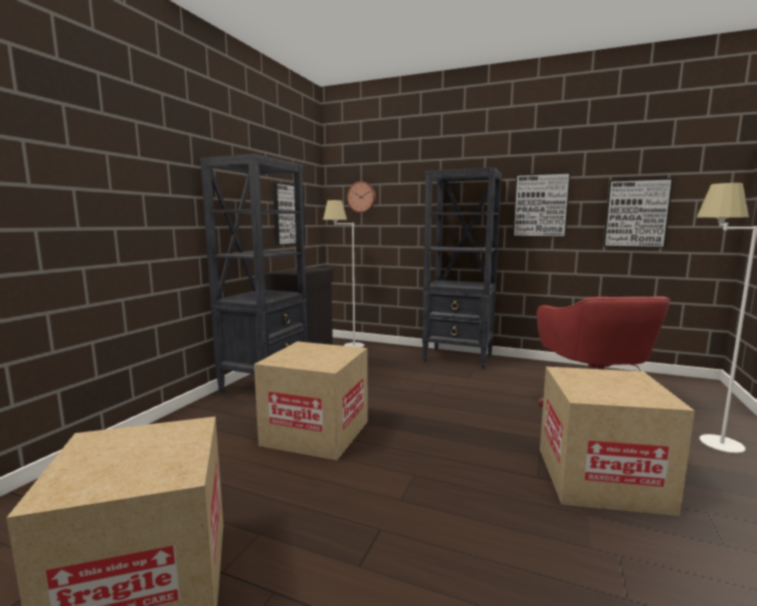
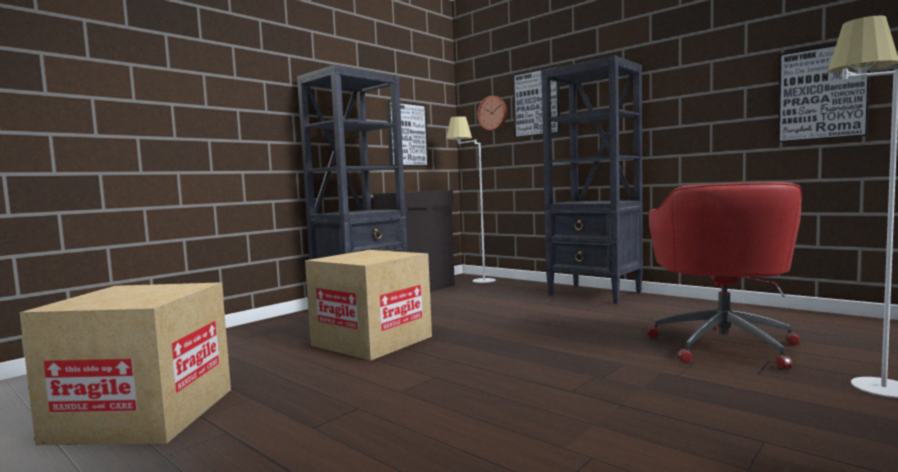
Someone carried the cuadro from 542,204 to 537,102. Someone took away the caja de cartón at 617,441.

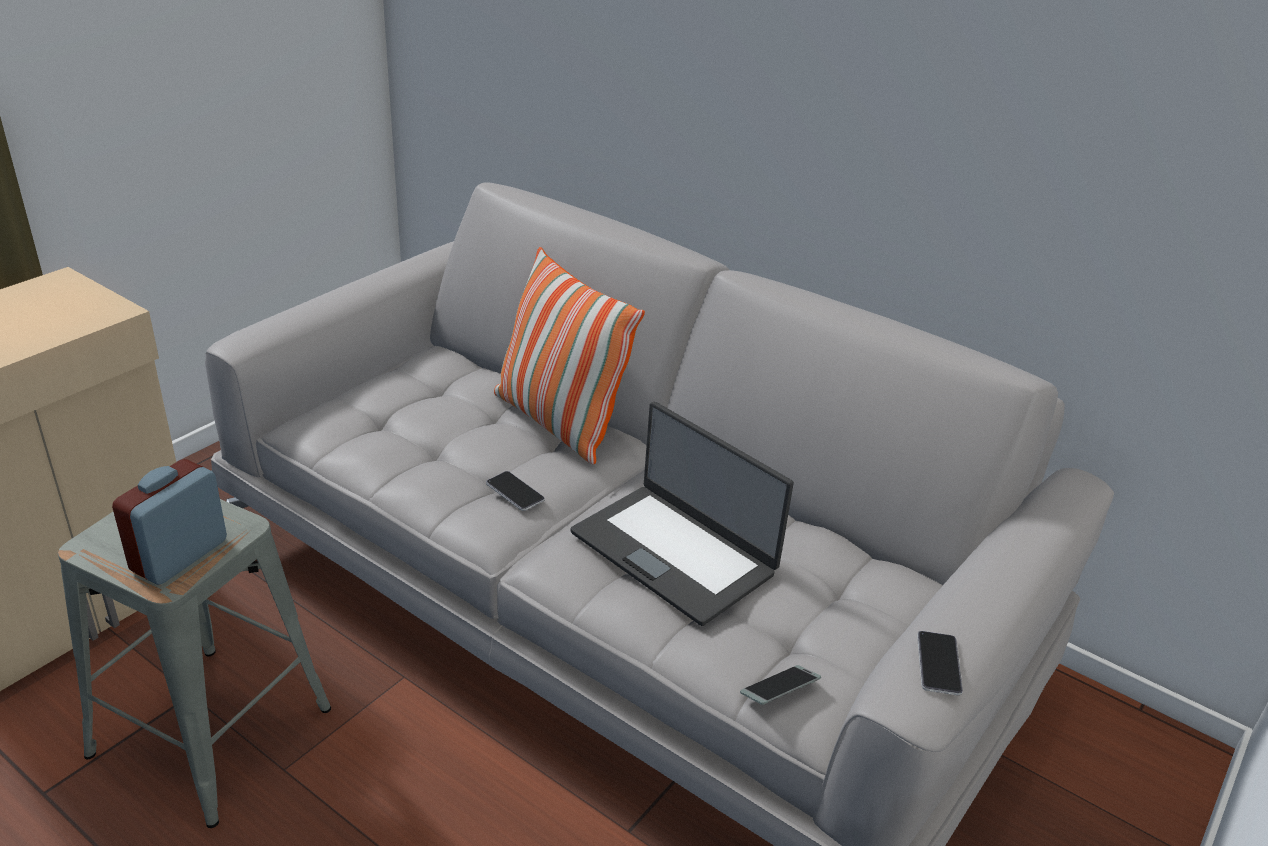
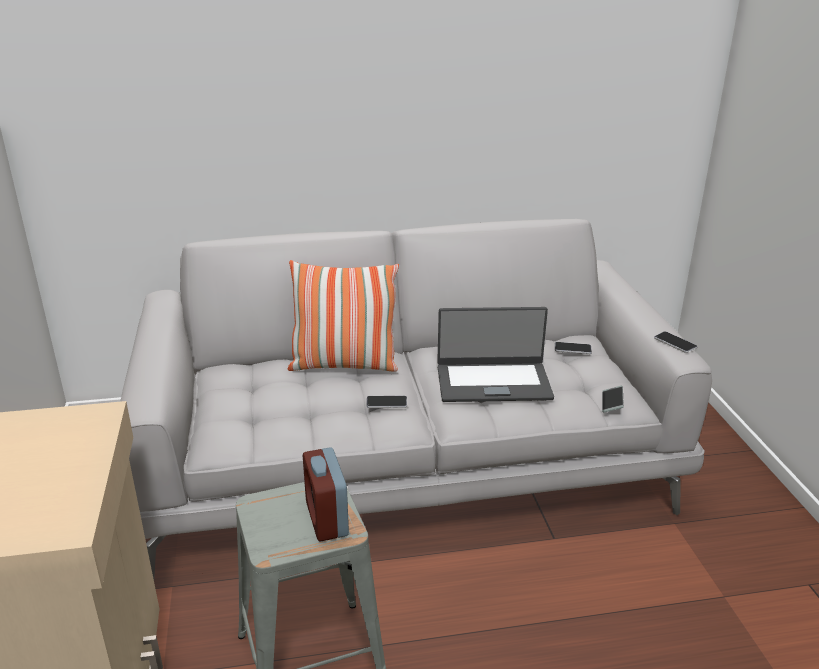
Someone put down the móvil at 573,348.

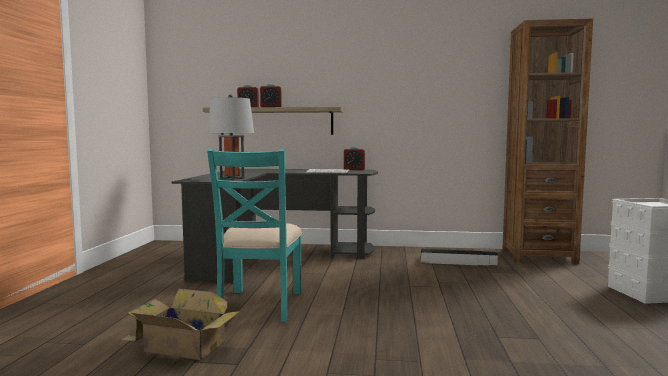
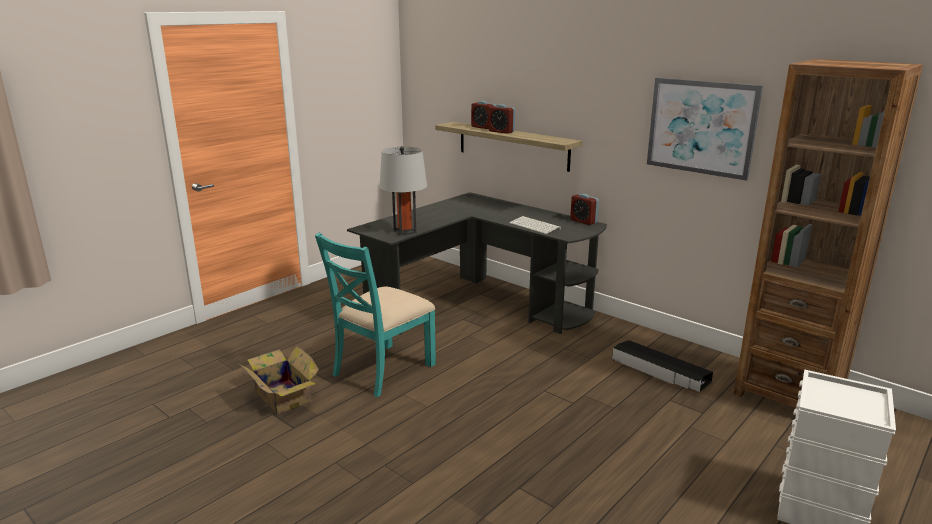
Someone put up the cuadro at 705,129.

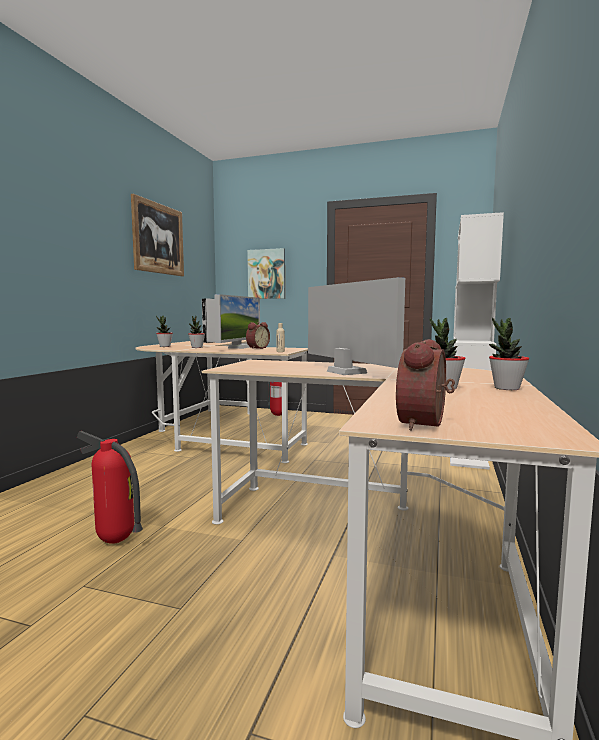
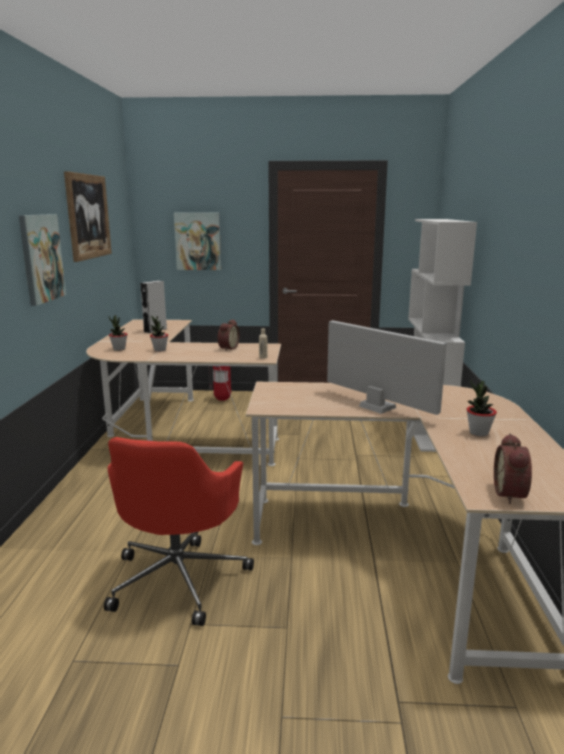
Someone put up the cuadro at 42,260. Someone swapped the extintor at 109,487 for the silla de oficina/rojo at 179,531. Someone took away the monitor at 237,321. Someone took away the planta en maceta at 509,354.

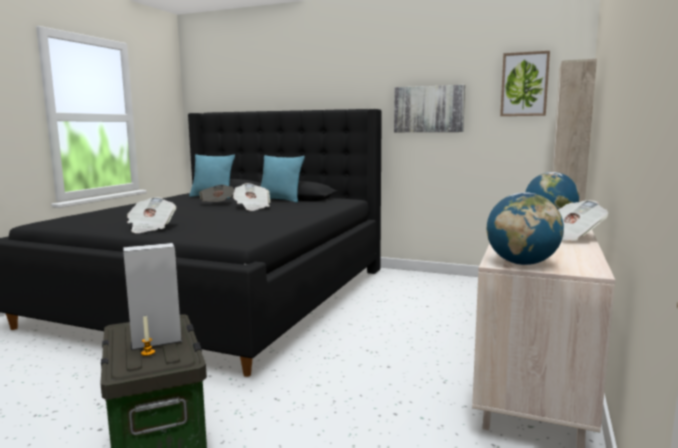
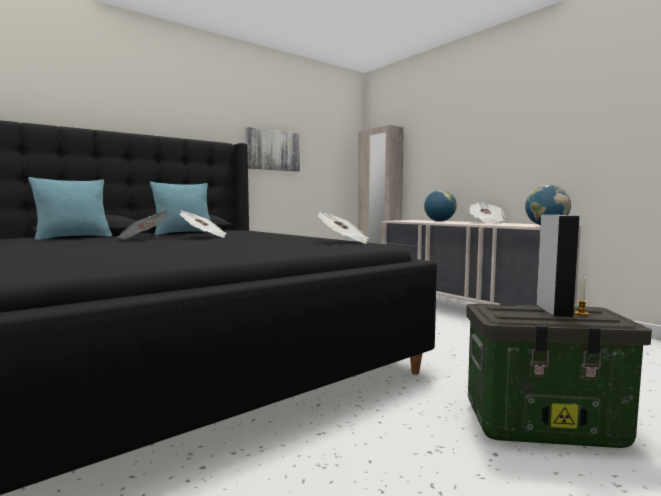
Someone carried the periódico from 151,215 to 343,227. Someone took away the cuadro at 525,83.

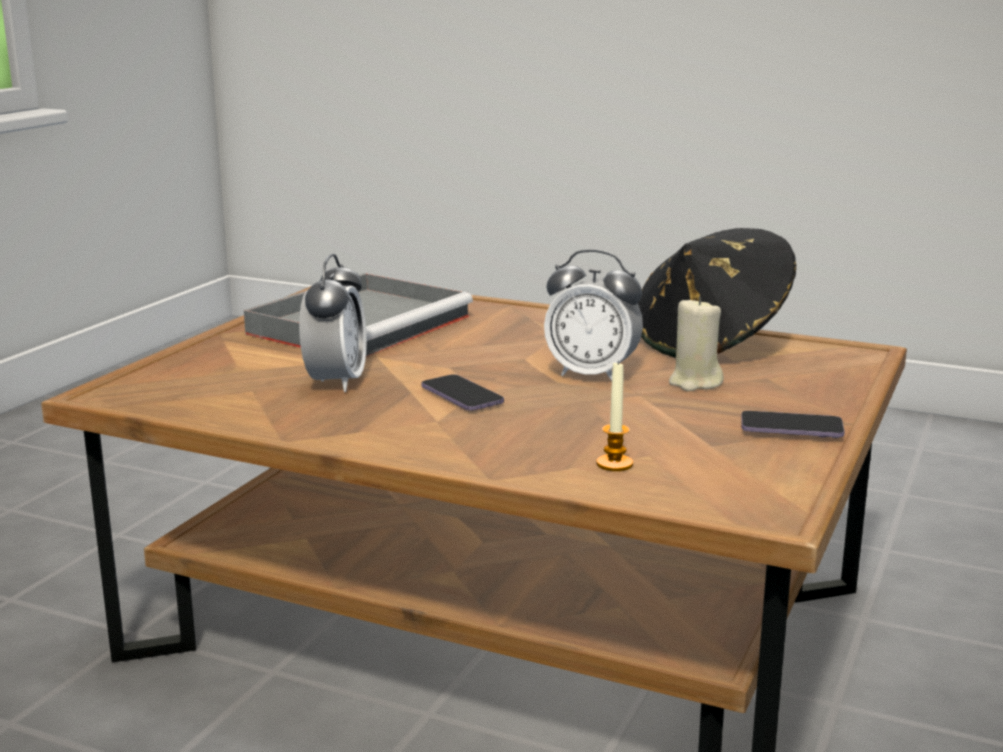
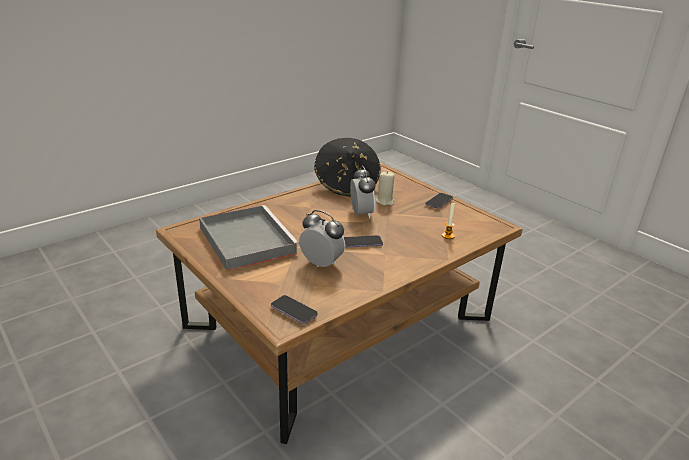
Someone put down the móvil at 294,309. Someone rotated the despertador at 593,315 by 60 degrees counterclockwise.

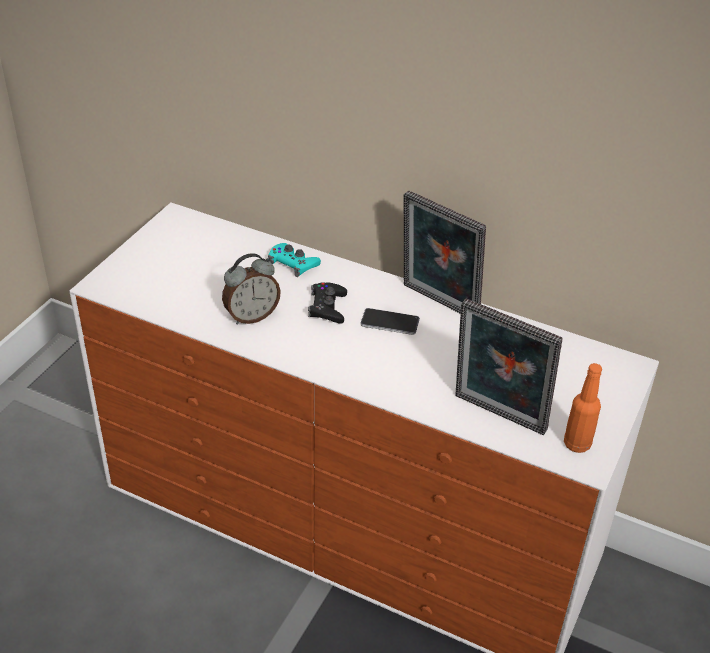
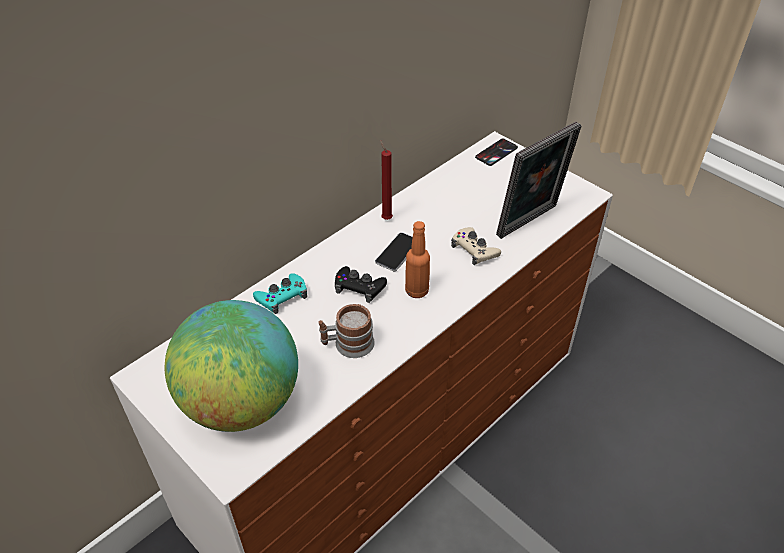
Someone put down the globo terráqueo at 231,366. Someone swapped the despertador at 251,289 for the taza grande at 346,331. Someone swapped the portarretratos at 445,252 for the vela/rojo at 386,180. Someone carried the botella/naranja from 583,408 to 417,259. Someone put down the mando de consola/beis at 476,246. Someone put down the móvil at 496,152.

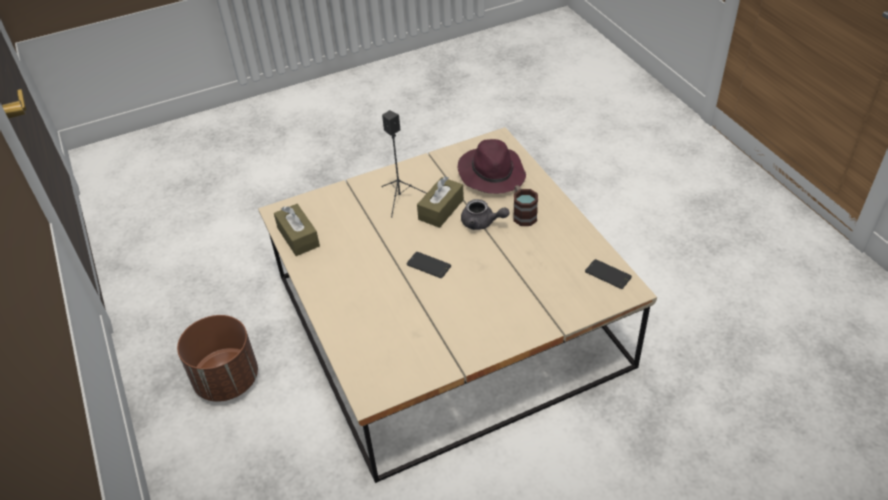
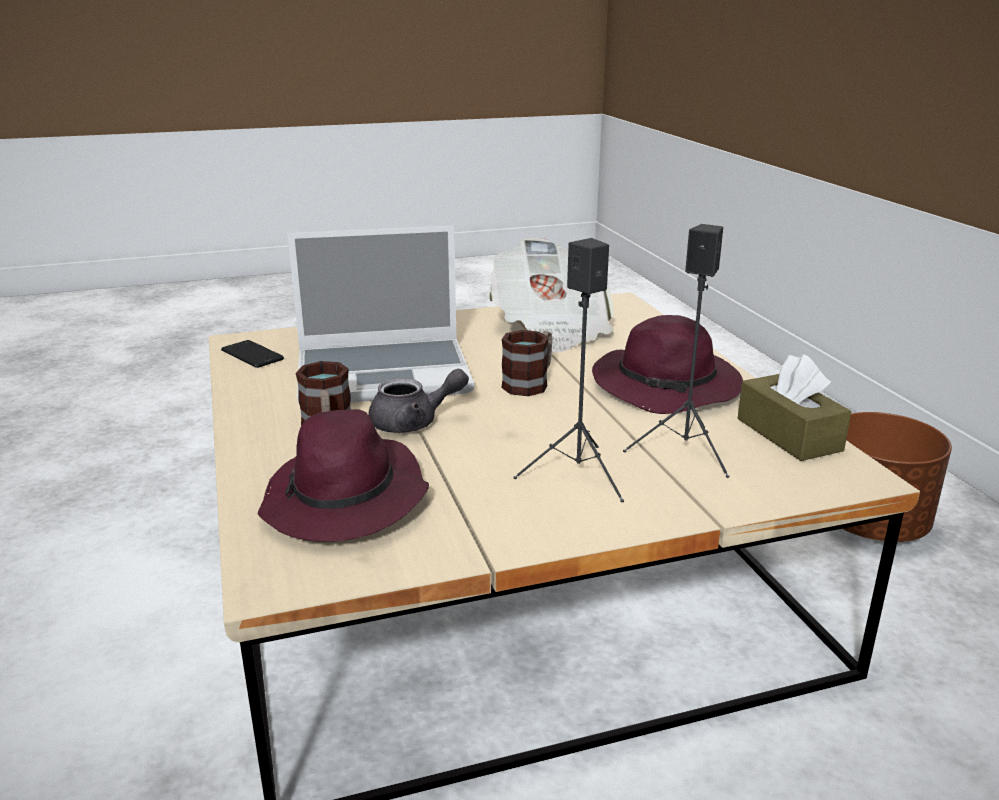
Someone put down the portátil at 381,314. Someone rotated the tetera/gris at 485,214 by 135 degrees clockwise. Someone put down the periódico at 551,295. Someone swapped the móvil at 429,265 for the taza grande at 527,363. Someone put down the sombrero/morado at 667,364. Someone put down the altavoz/negro at 676,351. Someone took away the caja de pañuelos/marrón at 440,202.

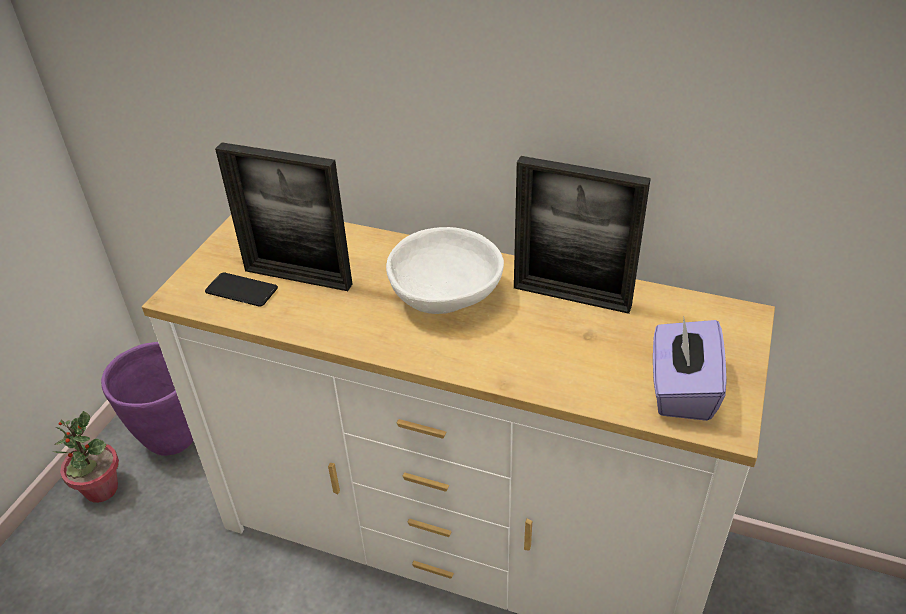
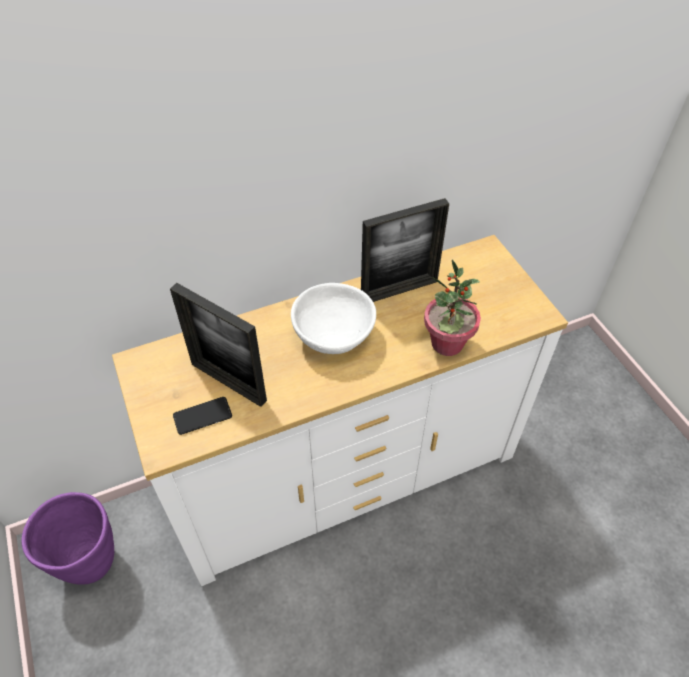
Someone rotated the portarretratos at 283,216 by 60 degrees clockwise. Someone carried the planta en maceta from 85,457 to 452,308. Someone took away the caja de pañuelos/morado at 690,369.

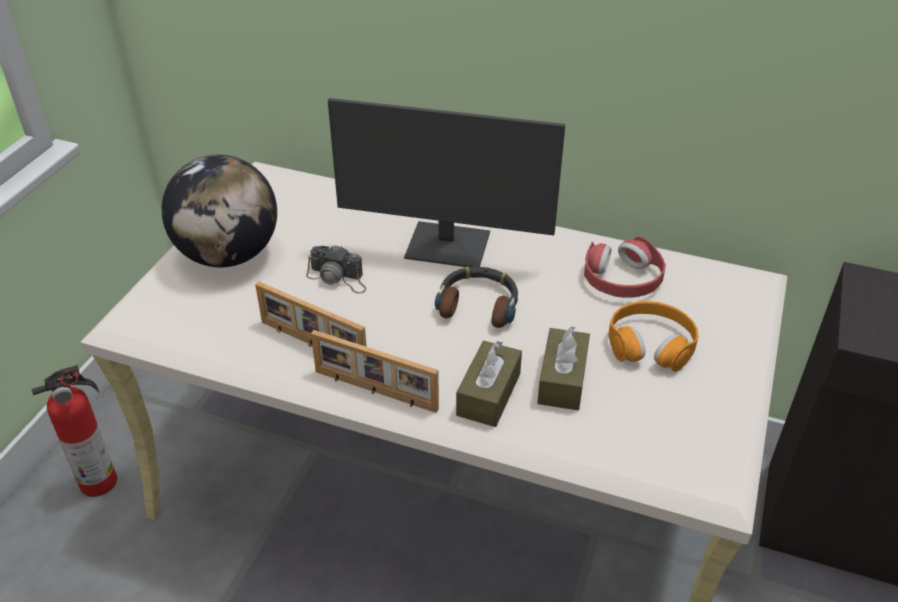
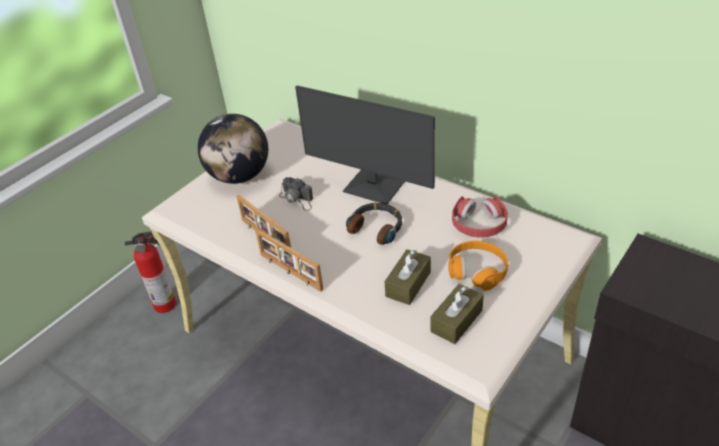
Someone carried the caja de pañuelos/marrón from 489,384 to 457,314.

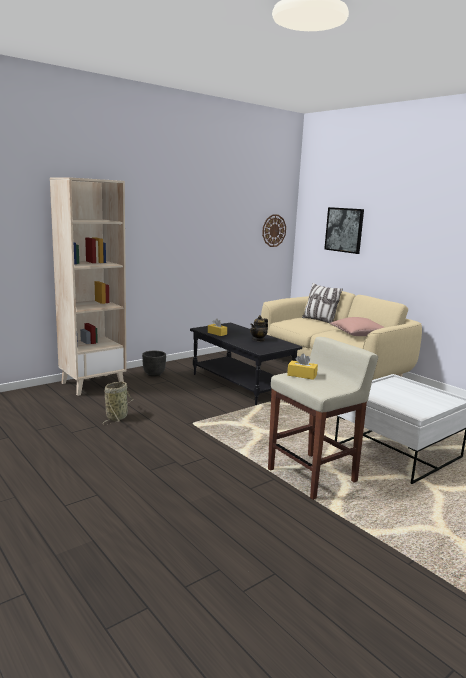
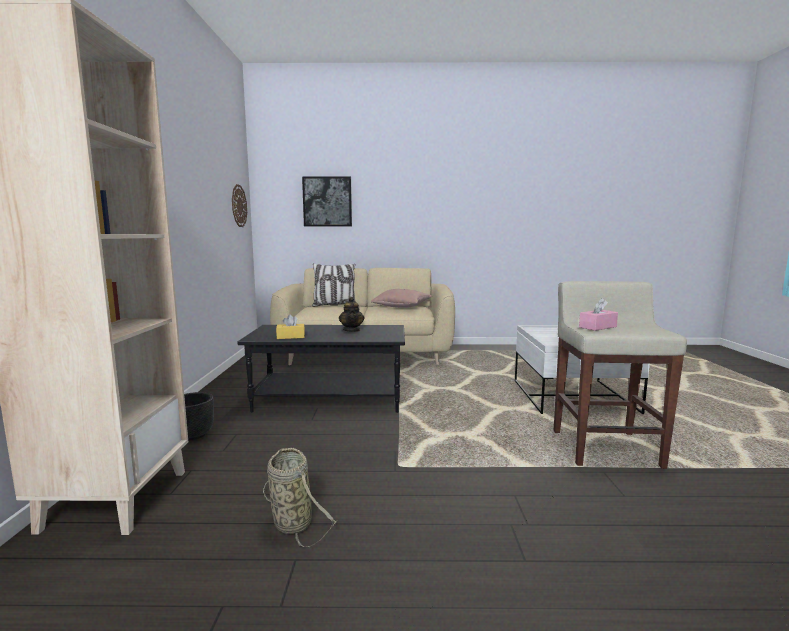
Someone repainted the caja de pañuelos/amarillo at 302,367, which became the caja de pañuelos/rosa at 598,314.

